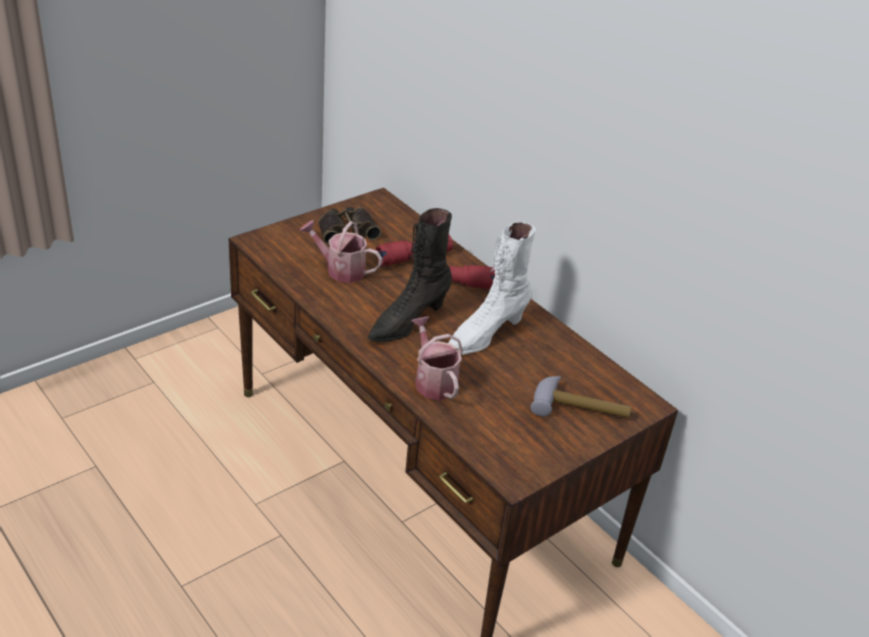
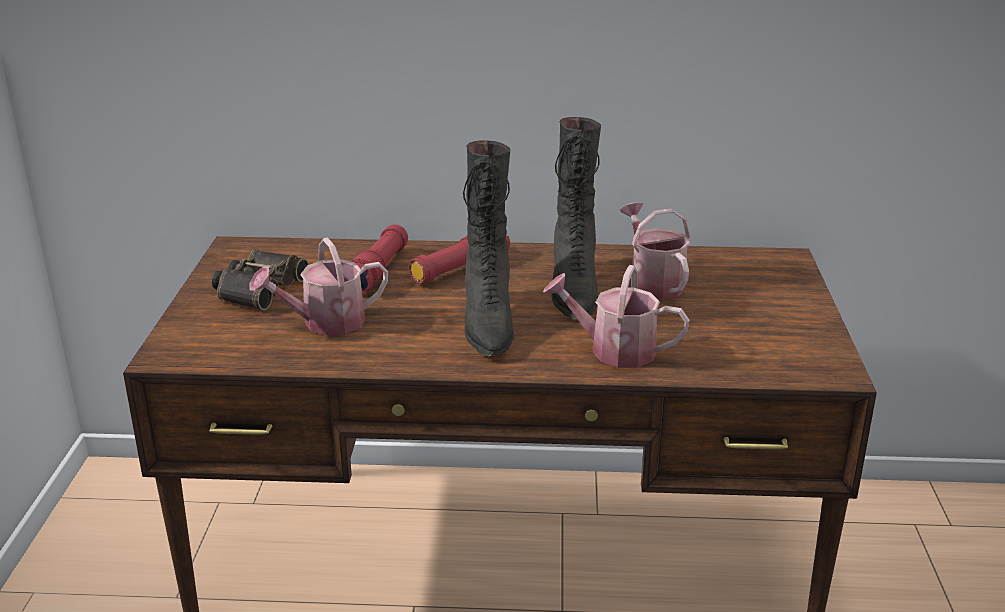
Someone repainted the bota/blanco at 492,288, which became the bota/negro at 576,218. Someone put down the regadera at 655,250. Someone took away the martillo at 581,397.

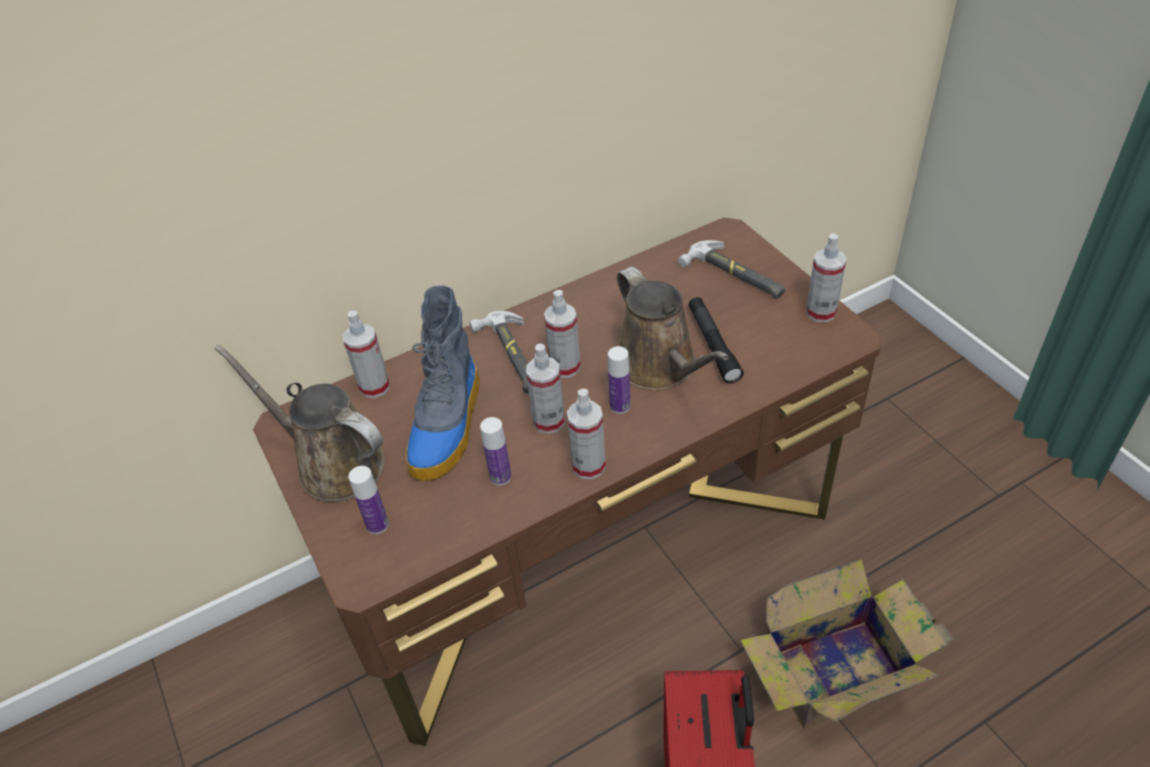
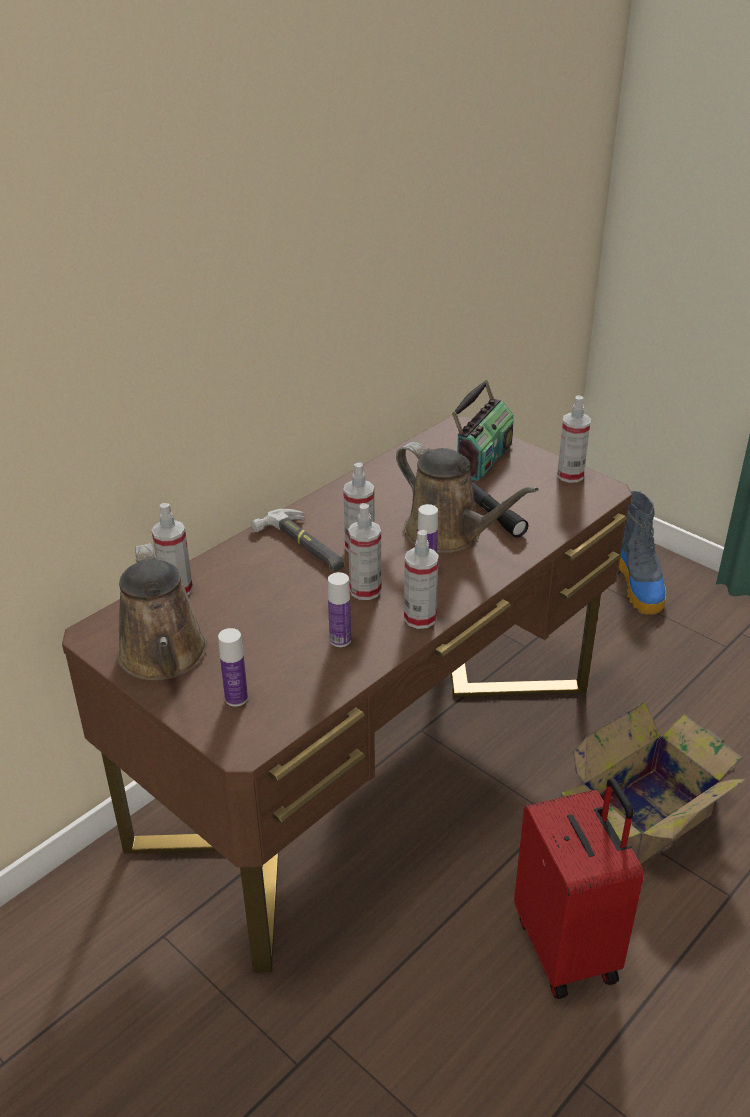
Someone rotated the regadera/marrón at 300,423 by 120 degrees counterclockwise. Someone swapped the martillo at 731,269 for the radio at 483,430. Someone carried the bota from 443,383 to 642,553.

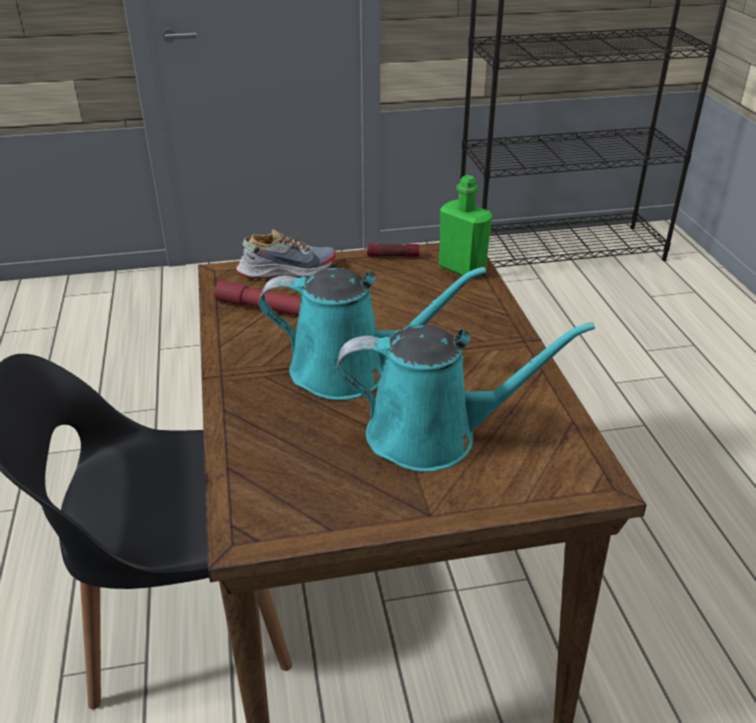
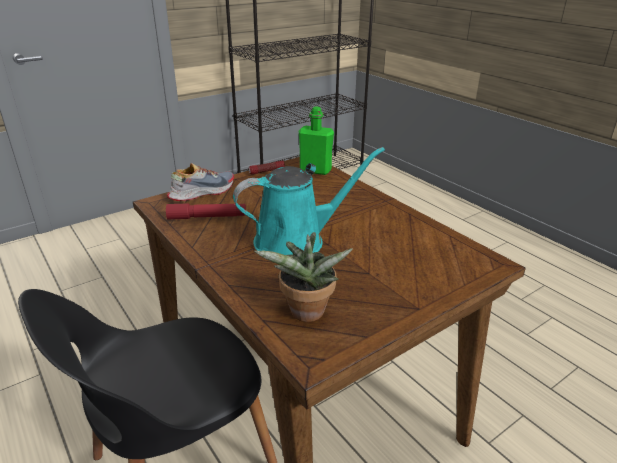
Someone put down the planta en maceta at 303,277. Someone took away the regadera/turquesa at 465,397.

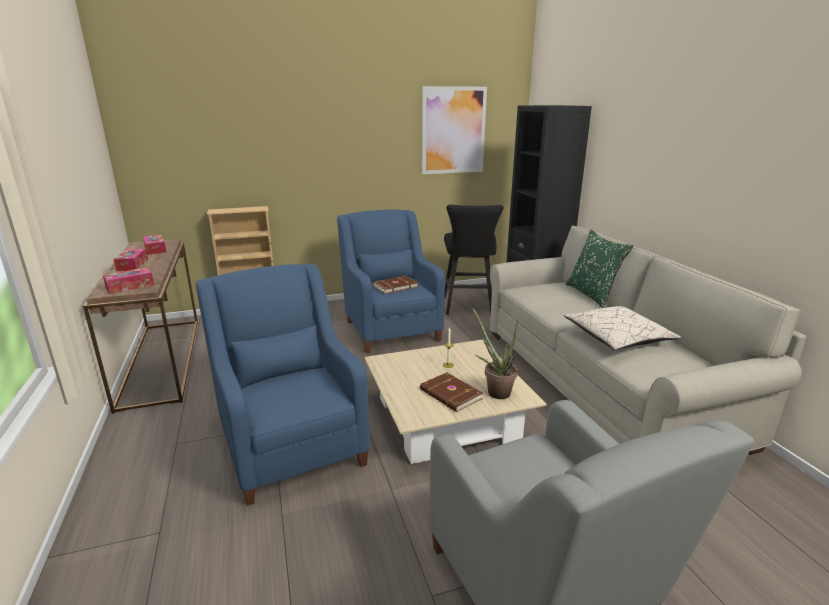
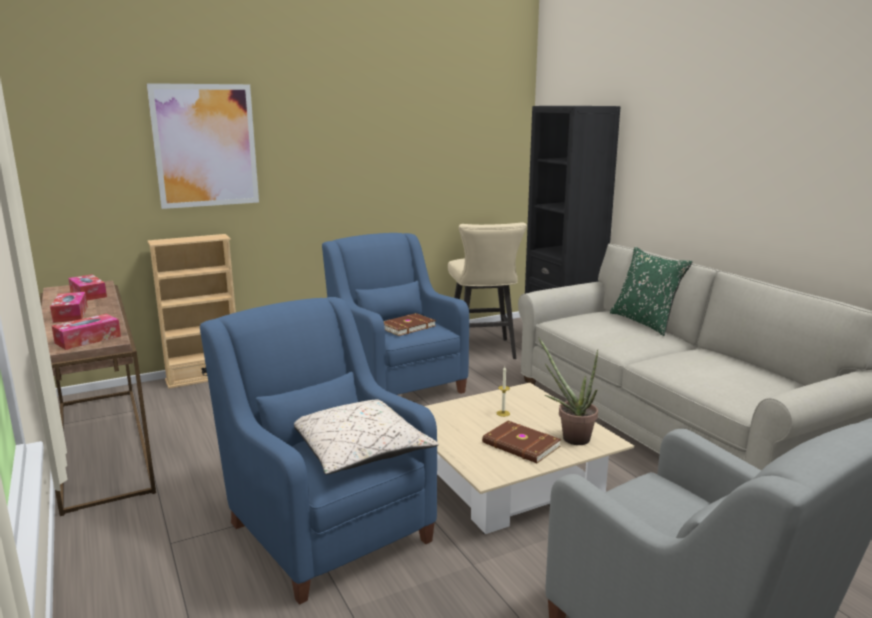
Someone carried the cuadro from 454,130 to 203,146. Someone carried the cojín/beis from 622,328 to 366,437. Someone repainted the taburete/negro at 474,259, which became the taburete/beis at 487,290.

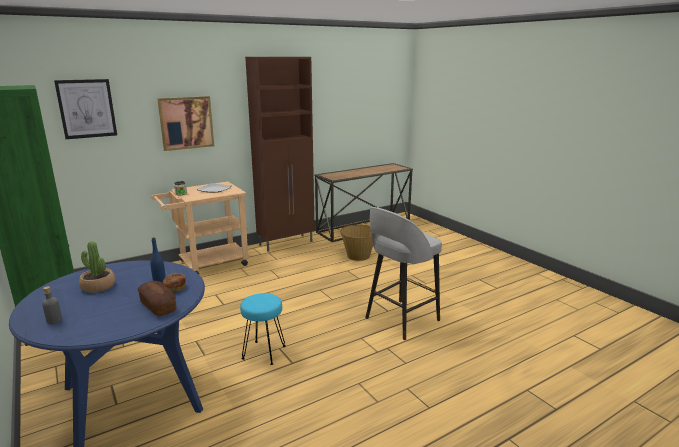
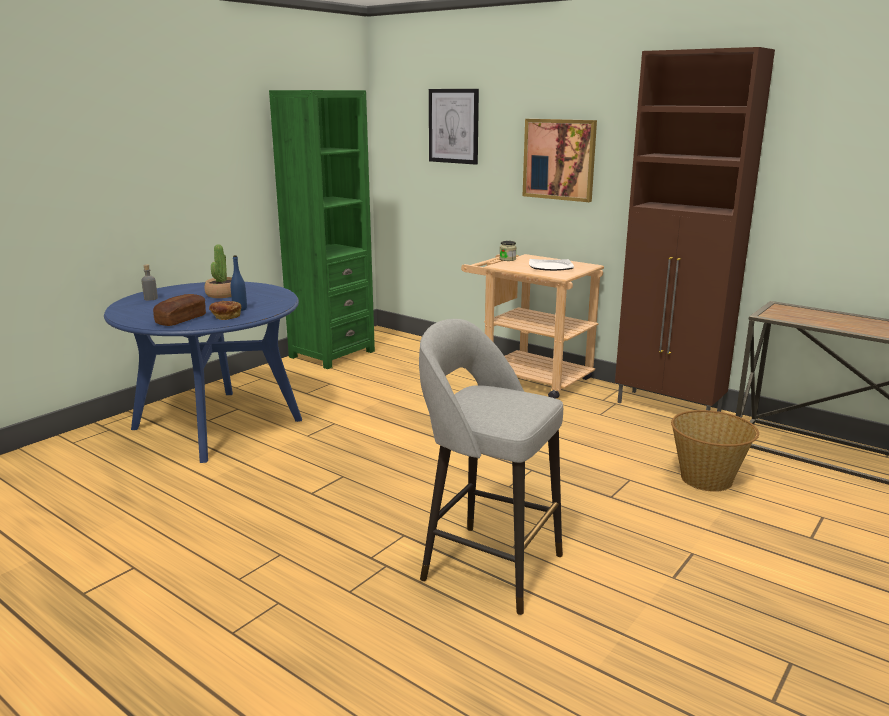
Someone took away the taburete/turquesa at 263,329.

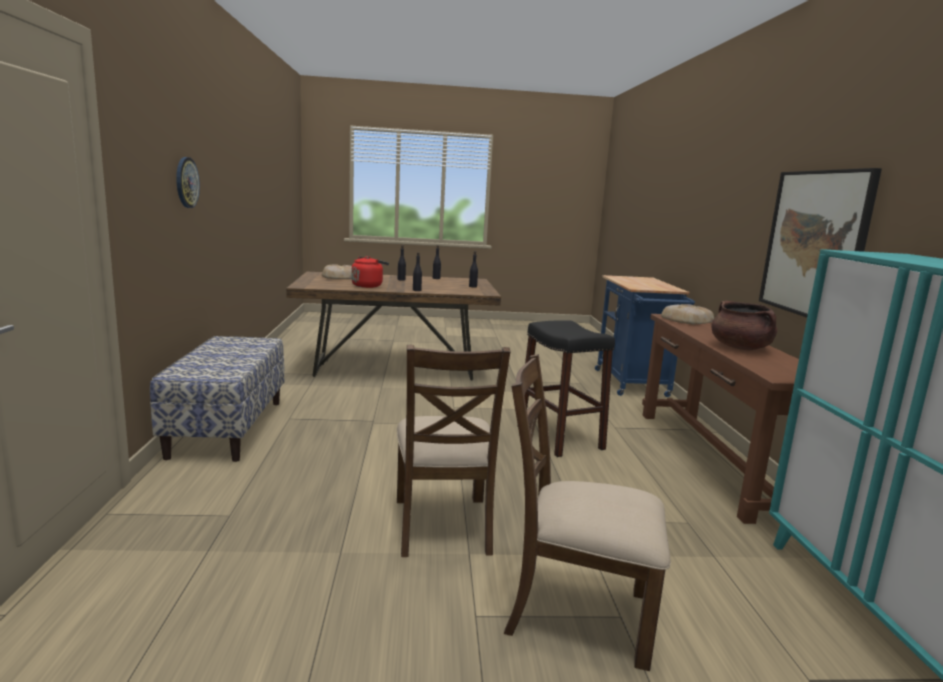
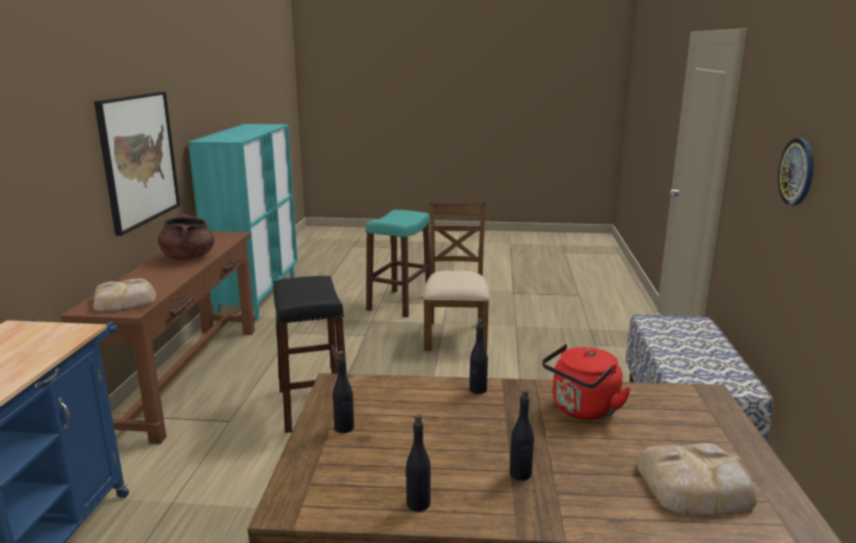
Someone swapped the silla/marrón at 587,512 for the taburete/turquesa at 398,264.

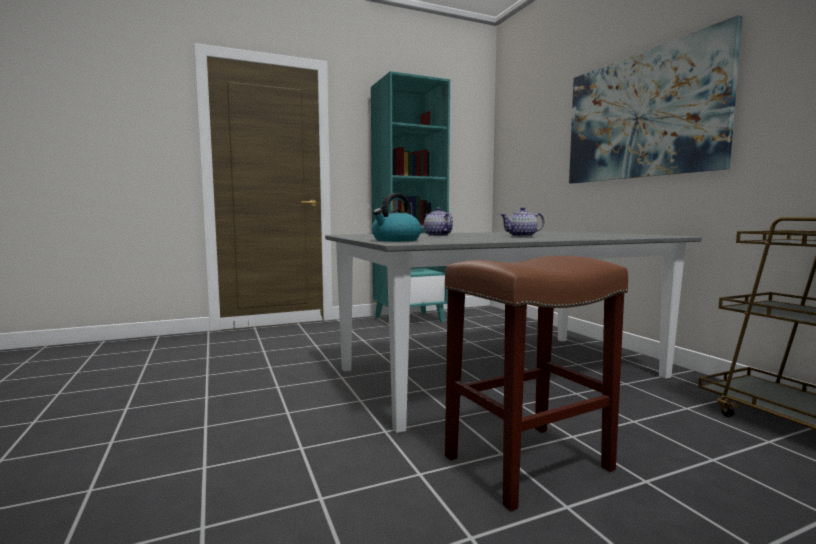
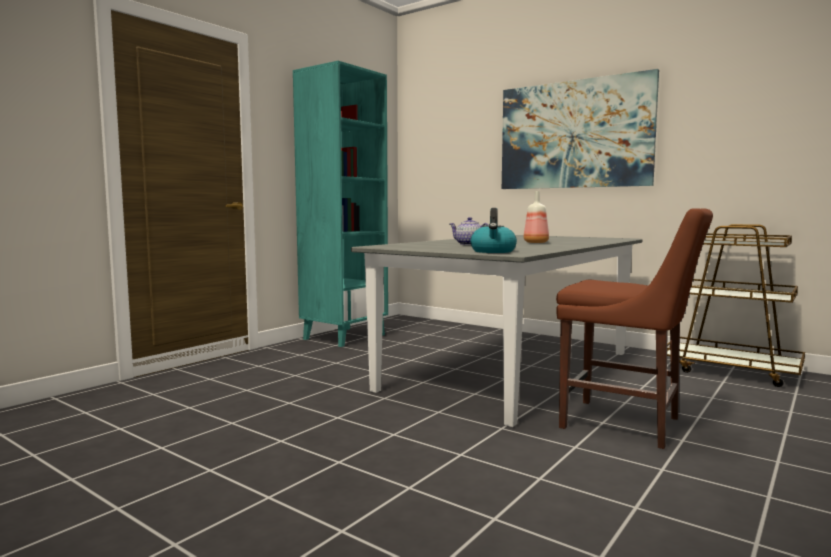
Someone swapped the tetera at 522,222 for the botella at 536,217. Someone swapped the taburete/marrón at 536,384 for the silla/marrón at 634,328.

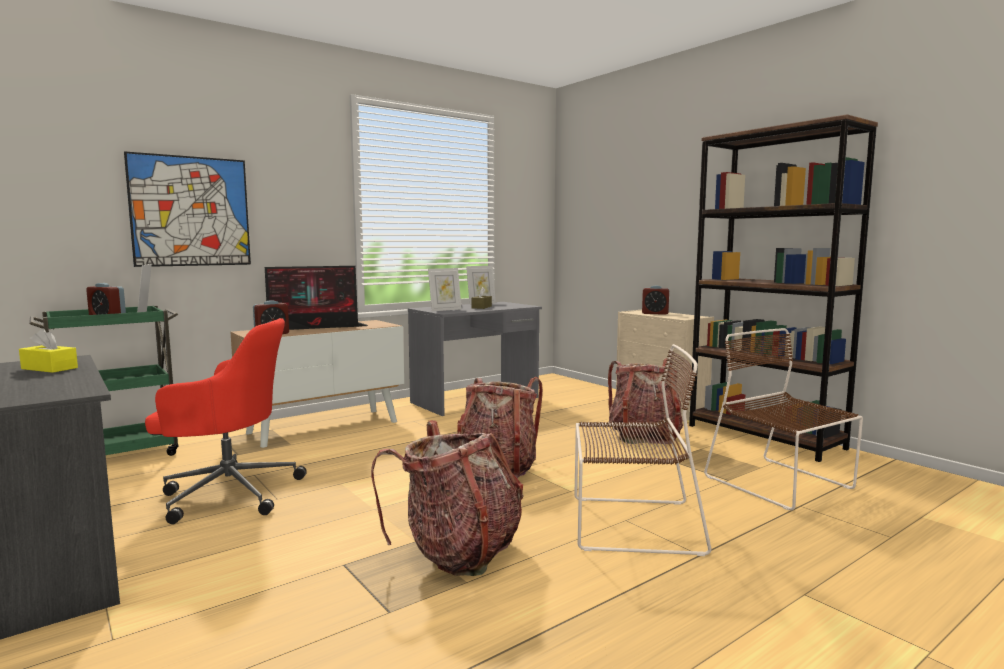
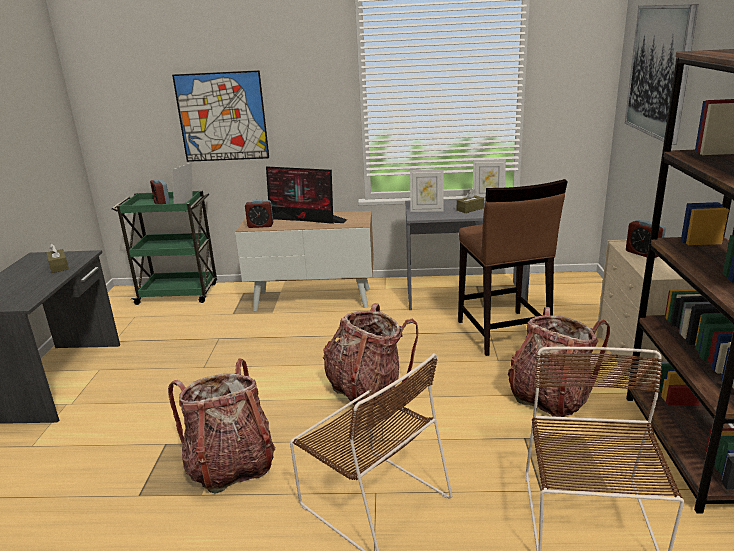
Someone repainted the caja de pañuelos/amarillo at 48,351, which became the caja de pañuelos/marrón at 57,258. Someone put down the taburete/marrón at 513,267. Someone put up the cuadro at 661,74. Someone took away the silla de oficina/rojo at 226,421.

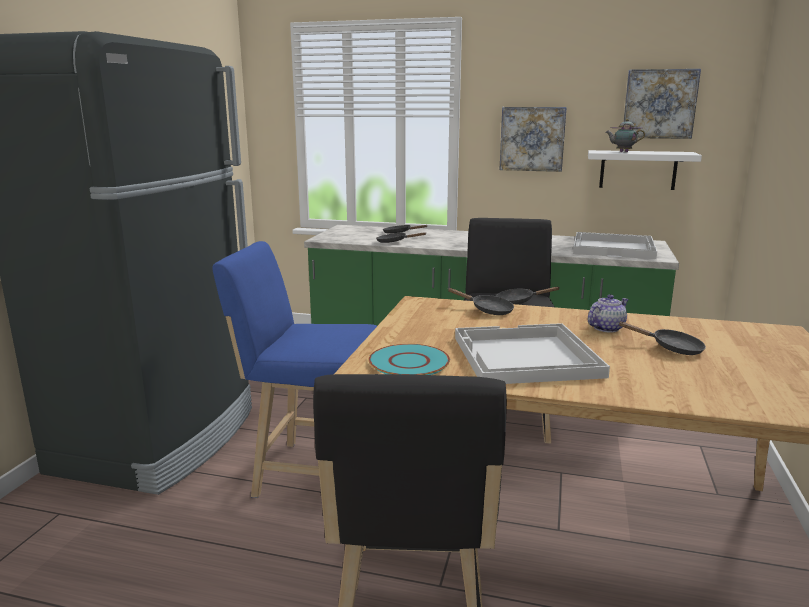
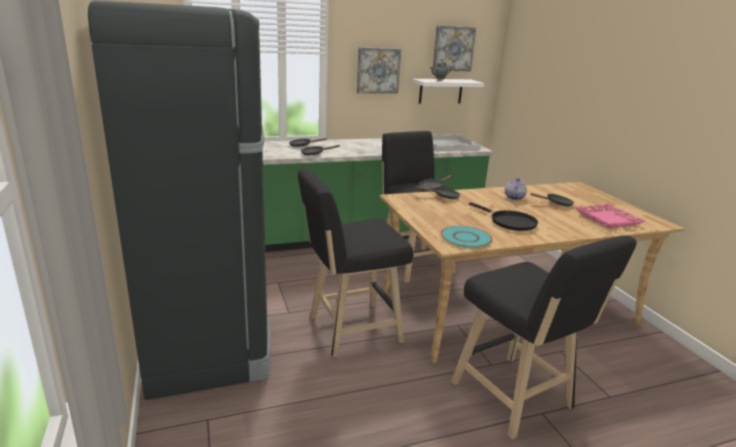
Someone repainted the taburete/azul at 294,369, which became the taburete/negro at 355,263. Someone swapped the bandeja/blanco at 532,353 for the sartén/negro at 503,216. Someone put down the bandeja/rosa at 610,216.

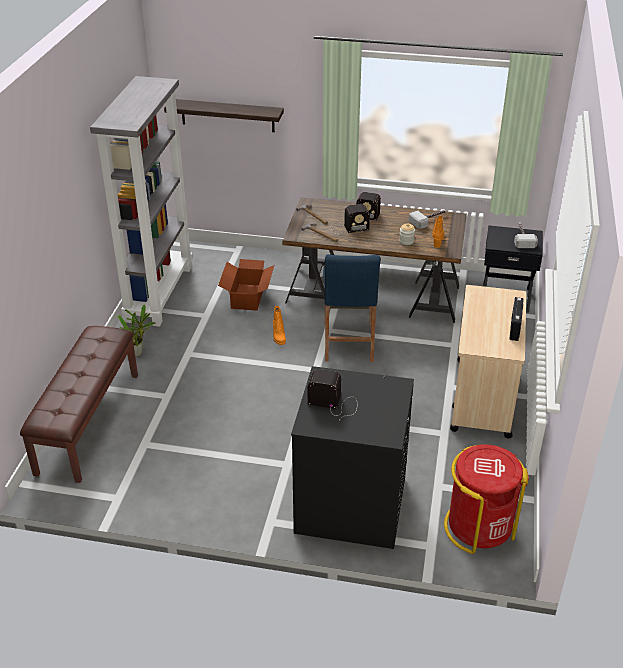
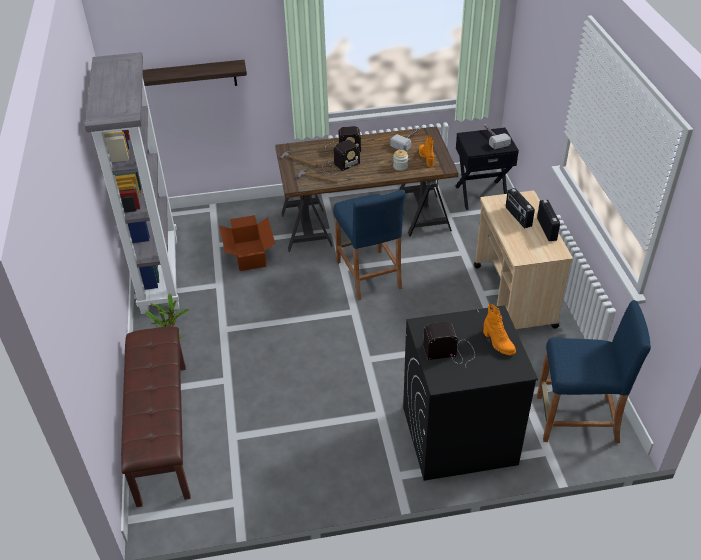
Someone carried the bota/naranja from 279,325 to 499,330. Someone put down the radio at 520,208. Someone swapped the papelera/rojo at 486,499 for the taburete/azul at 594,371.

